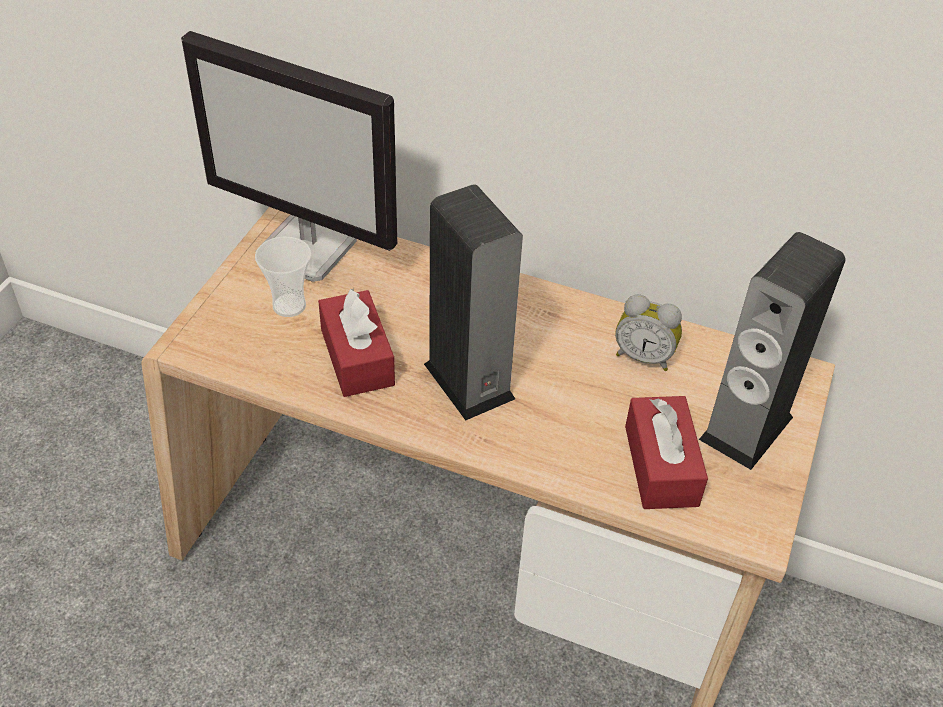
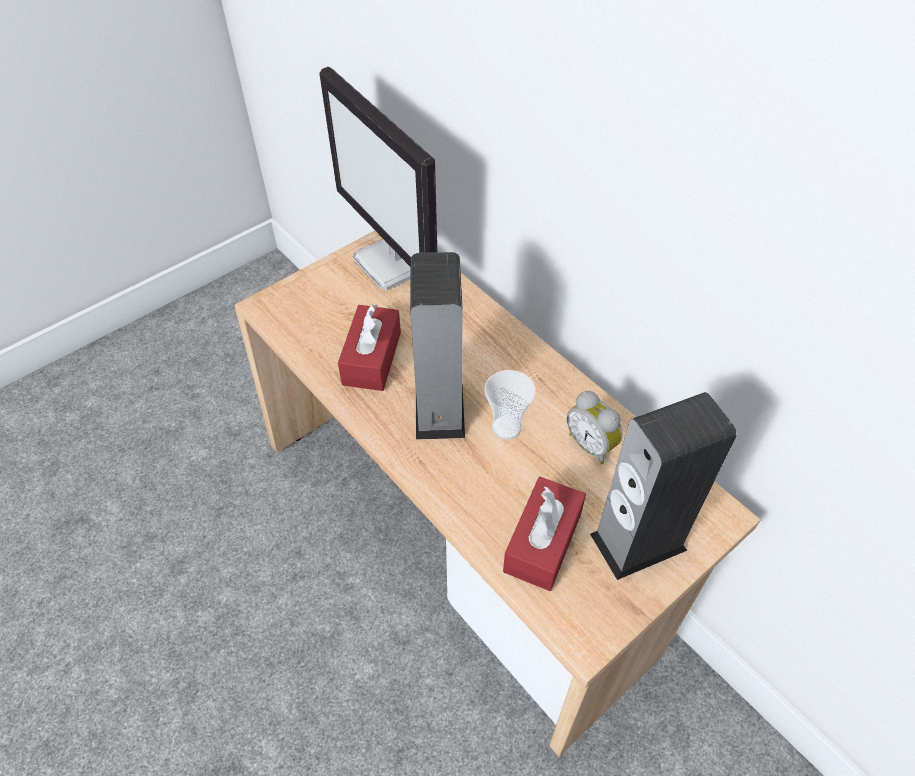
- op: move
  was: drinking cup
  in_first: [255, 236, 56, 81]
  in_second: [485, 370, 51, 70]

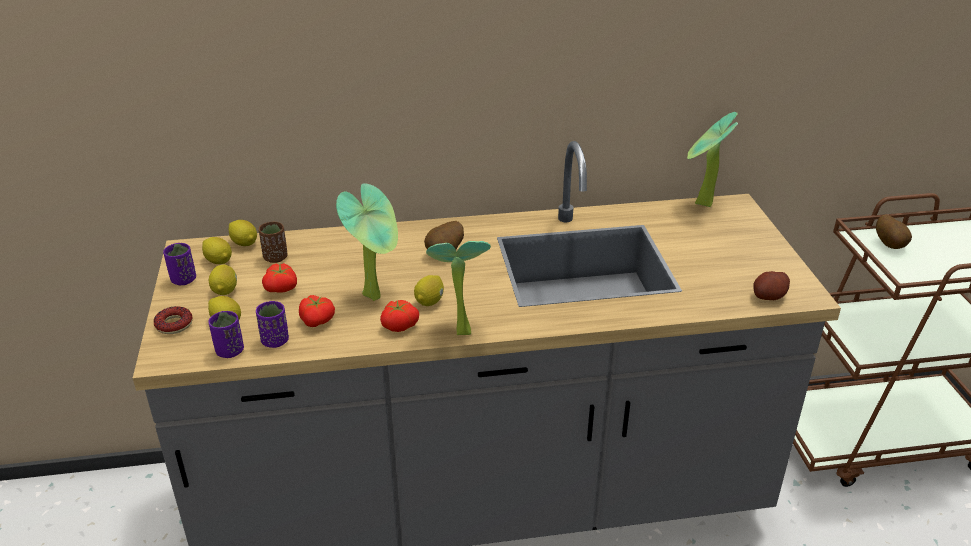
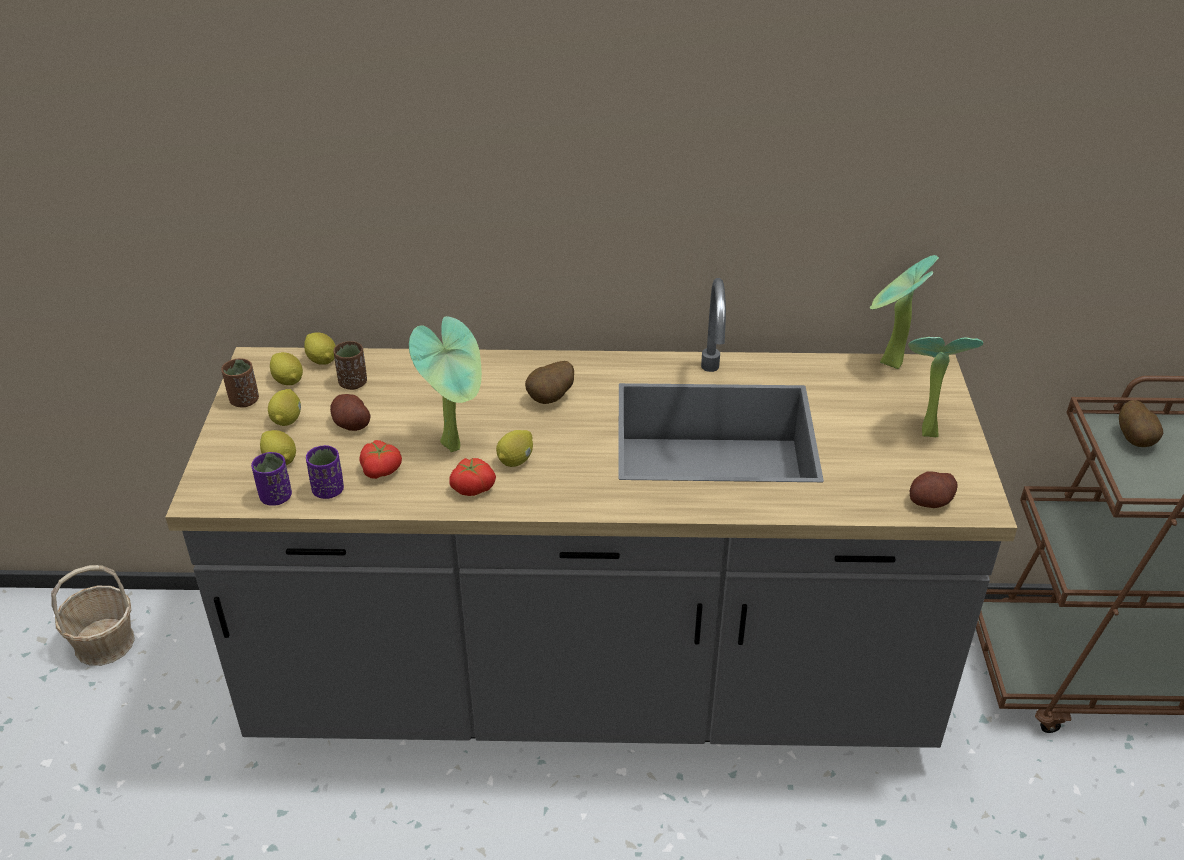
- op: delete
  was: doughnut
  in_first: [154, 306, 39, 28]
- op: insert
  now: basket
  in_second: [51, 565, 84, 101]
- op: move
  was: plant in a pot
  in_first: [426, 241, 65, 94]
  in_second: [908, 337, 75, 100]
- op: replace
  was: whole tomato
  now: potato
  in_first: [262, 263, 35, 30]
  in_second: [330, 394, 41, 37]
- op: recolor
  was: drinking cup (purplish)
  now: drinking cup (brownish)
  in_first: [163, 243, 33, 42]
  in_second: [221, 358, 38, 50]

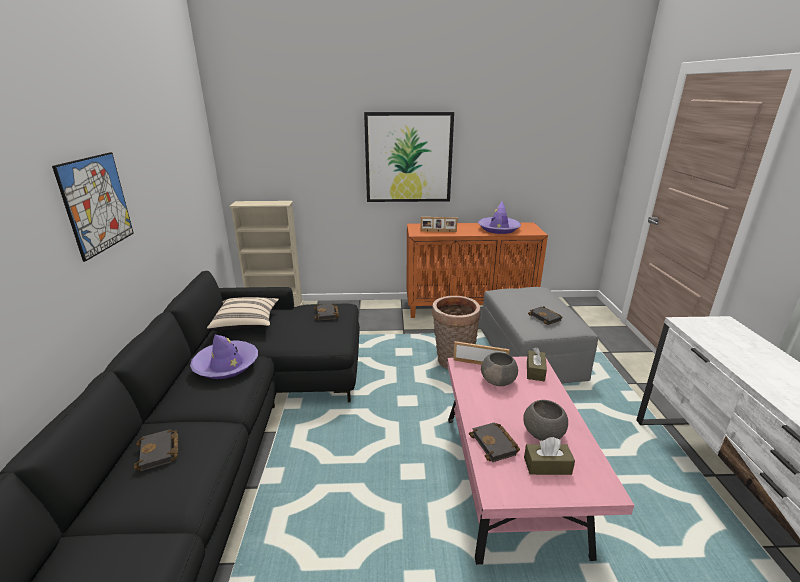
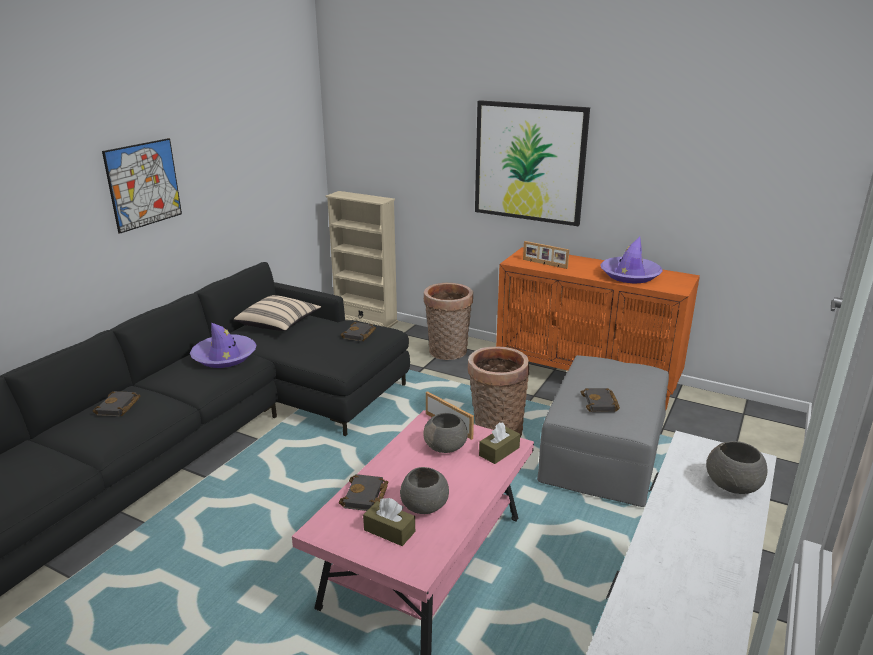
- op: insert
  now: basket
  in_second: [424, 283, 49, 77]
- op: insert
  now: serving bowl (greyish)
  in_second: [706, 441, 62, 53]

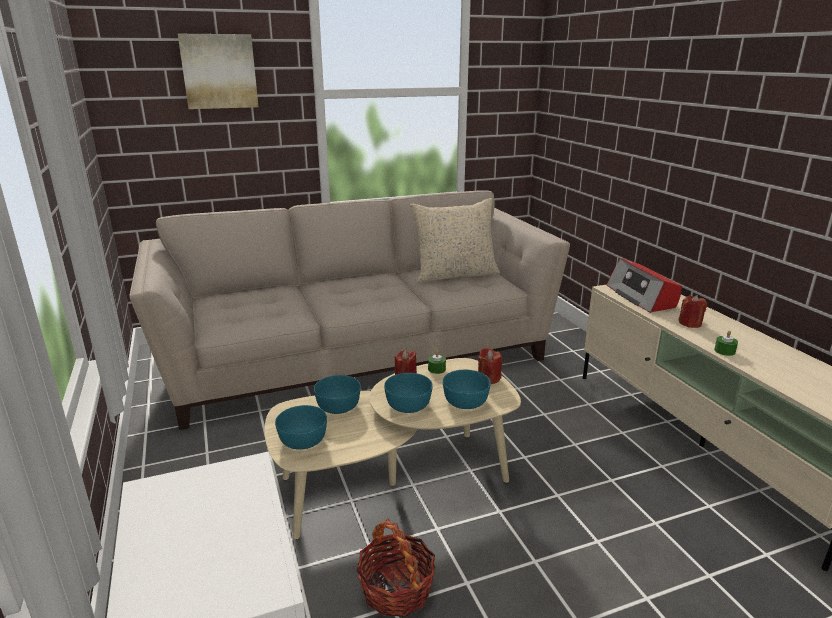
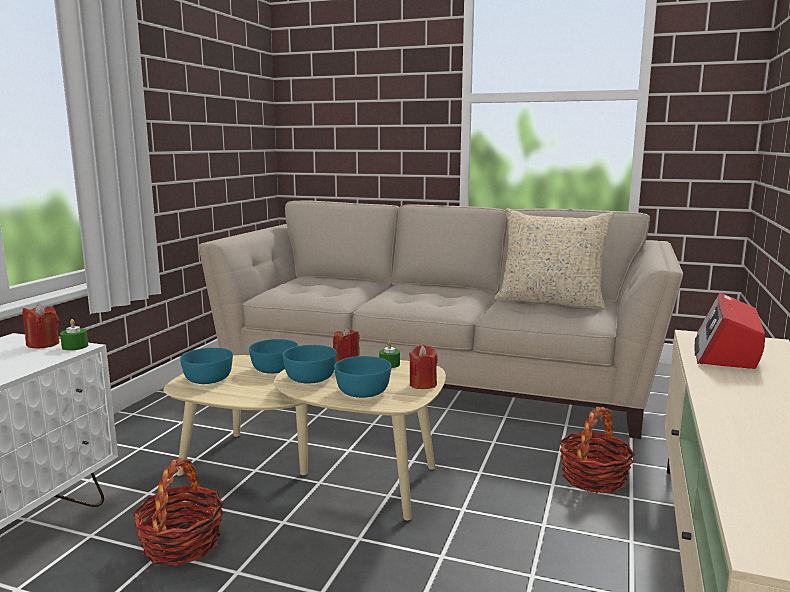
- op: delete
  was: picture
  in_first: [178, 34, 81, 75]
- op: insert
  now: basket
  in_second: [559, 407, 76, 86]
- op: move
  was: wax candle (reddish)
  in_first: [678, 295, 29, 33]
  in_second: [23, 303, 37, 46]
- op: move
  was: wax candle (greenish)
  in_first: [714, 331, 24, 25]
  in_second: [60, 319, 28, 32]

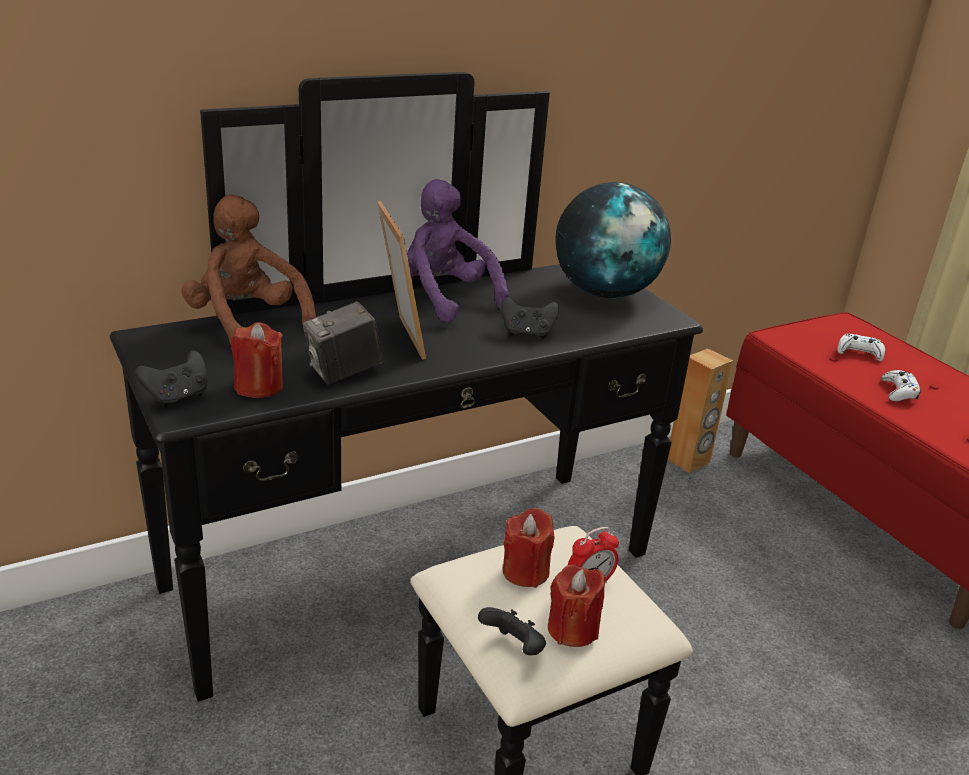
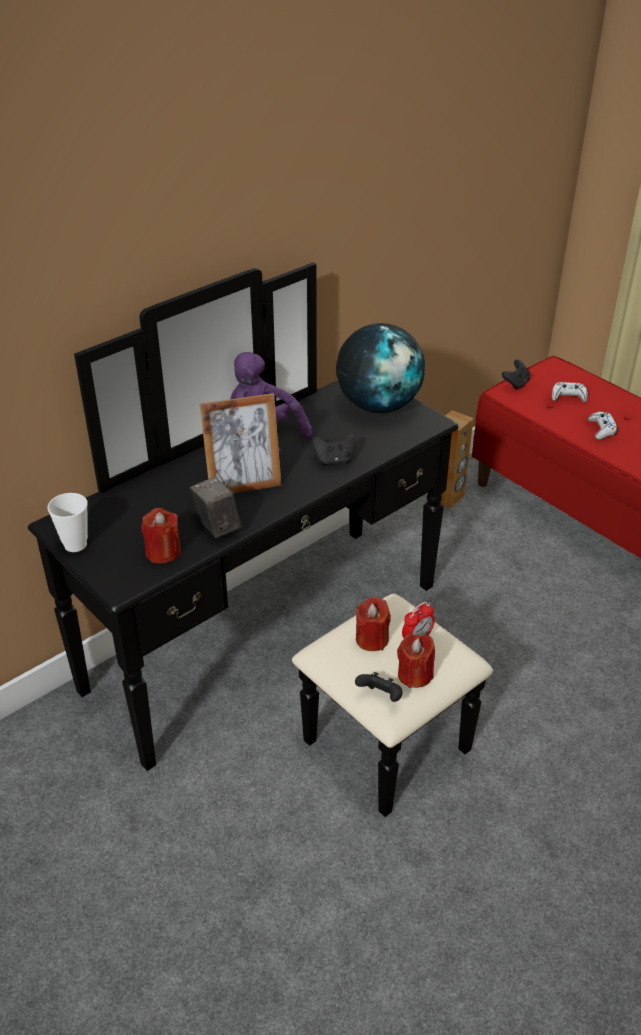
- op: delete
  was: cuddly toy (brownish)
  in_first: [181, 194, 135, 150]
- op: insert
  now: drinking cup
  in_second: [48, 493, 40, 59]
- op: move
  was: gamepad (black-coloured)
  in_first: [135, 350, 73, 57]
  in_second: [502, 360, 28, 30]
- op: rotate
  was: still camera
  in_first: [303, 301, 80, 83]
  in_second: [190, 477, 52, 61]
  clockwise: 105
- op: rotate
  was: photo frame
  in_first: [377, 201, 49, 159]
  in_second: [200, 393, 81, 100]
  clockwise: 105

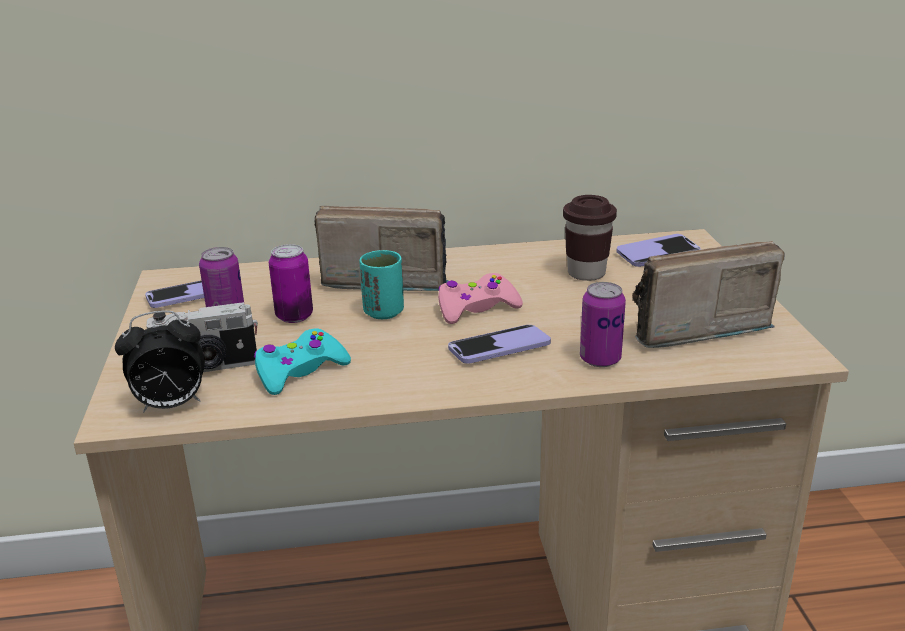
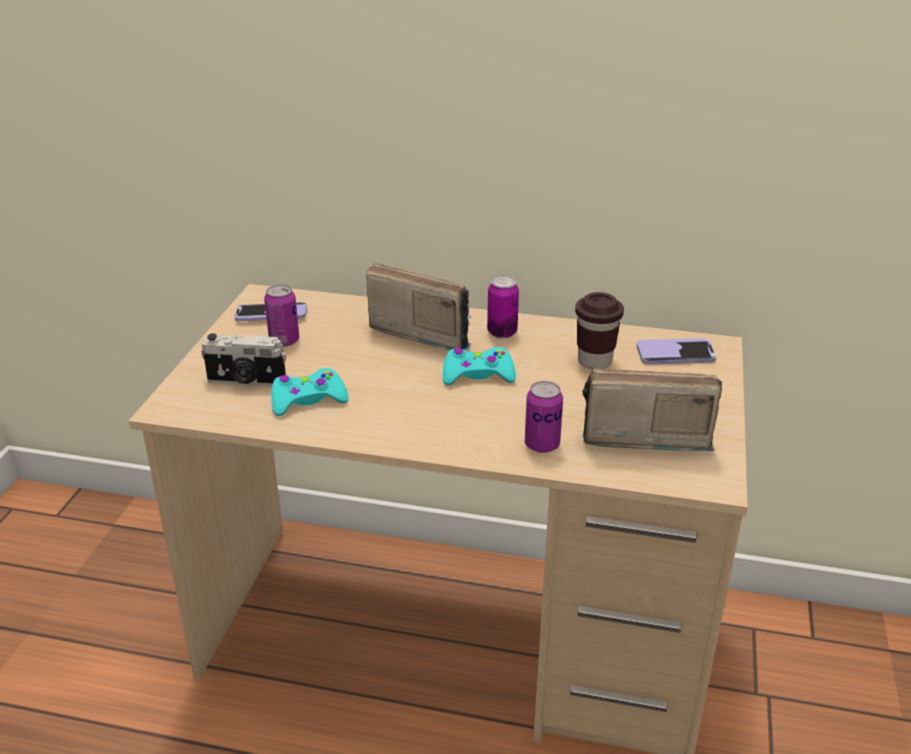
- op: delete
  was: table clock
  in_first: [115, 310, 90, 103]
- op: delete
  was: drinking cup (blue-green)
  in_first: [359, 250, 45, 69]
- op: delete
  was: telephone
  in_first: [448, 325, 103, 39]
- op: move
  was: metal can
  in_first: [269, 244, 44, 79]
  in_second: [487, 276, 32, 62]
- op: recolor
  was: gamepad (pinkish)
  now: gamepad (blue-green)
  in_first: [438, 273, 85, 51]
  in_second: [443, 347, 73, 38]

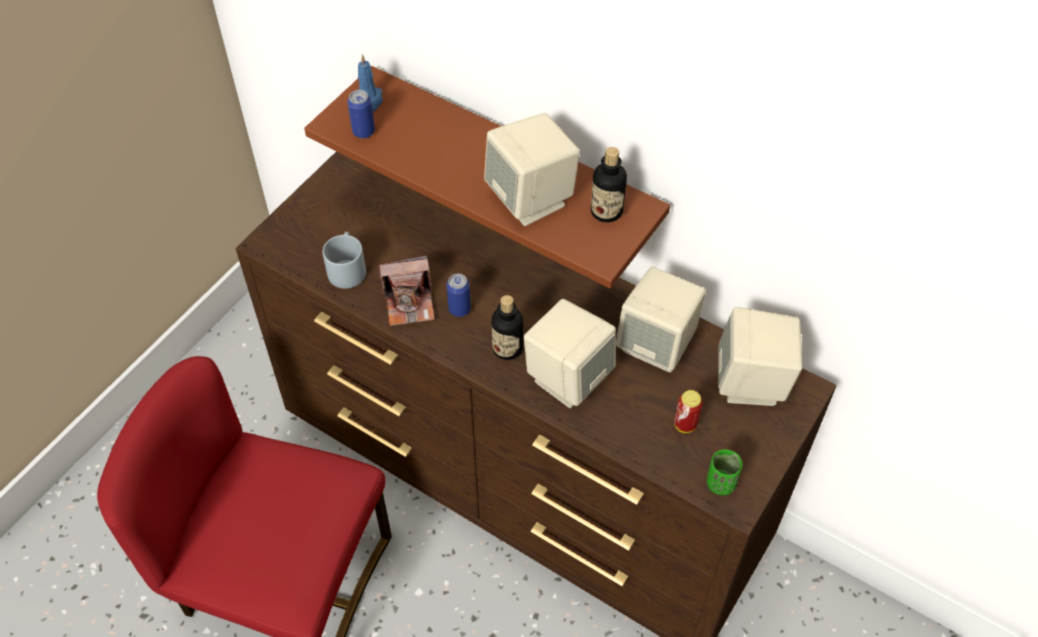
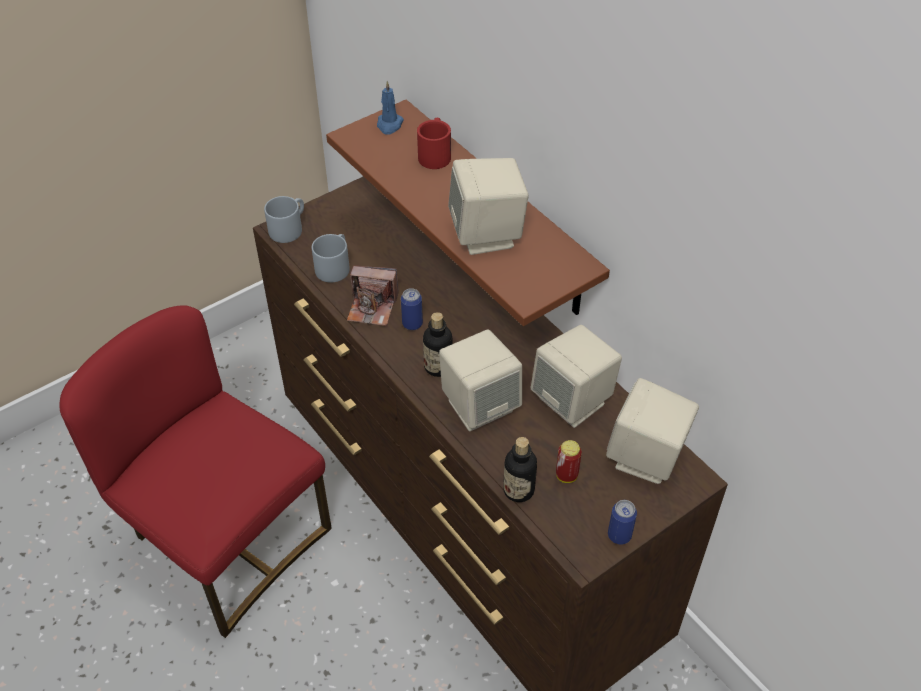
- op: delete
  was: drinking cup (greenish)
  in_first: [707, 449, 36, 46]
- op: insert
  now: mug (greyish)
  in_second: [264, 196, 40, 47]
- op: insert
  now: mug (reddish)
  in_second: [417, 117, 34, 52]
- op: move
  was: metal can
  in_first: [347, 90, 28, 48]
  in_second: [608, 500, 29, 45]
- op: move
  was: bottle
  in_first: [591, 147, 36, 76]
  in_second: [503, 437, 34, 65]

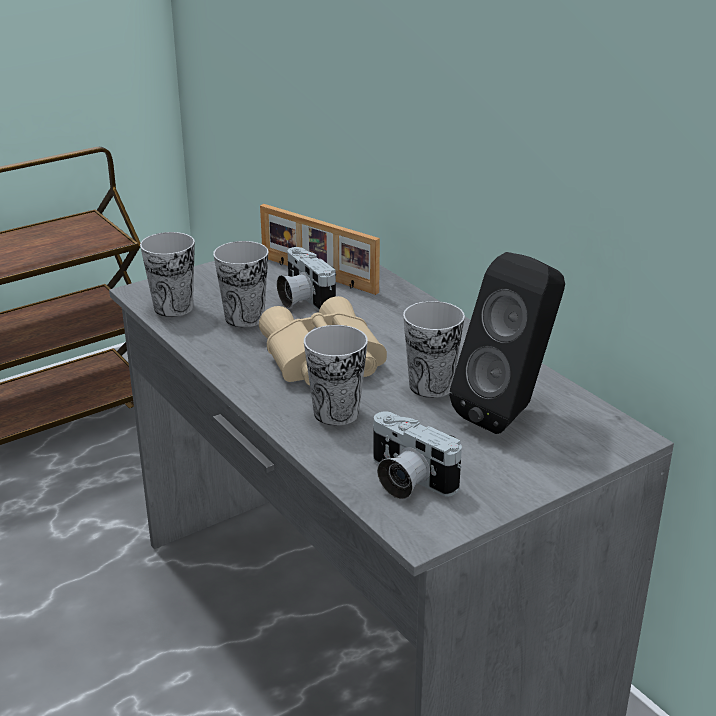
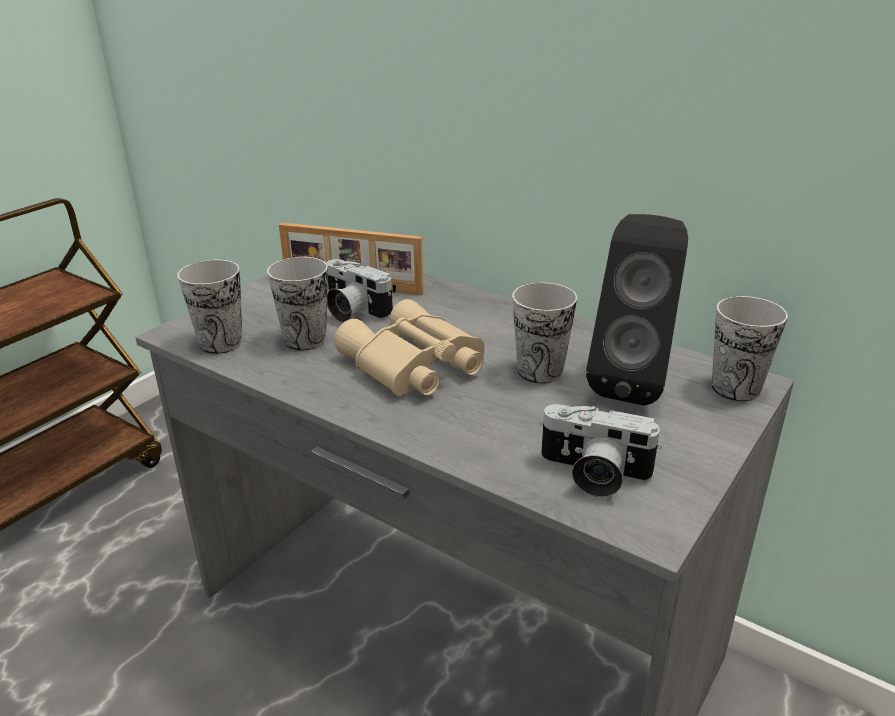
- op: move
  was: drinking cup
  in_first: [304, 325, 64, 101]
  in_second: [712, 296, 76, 105]

